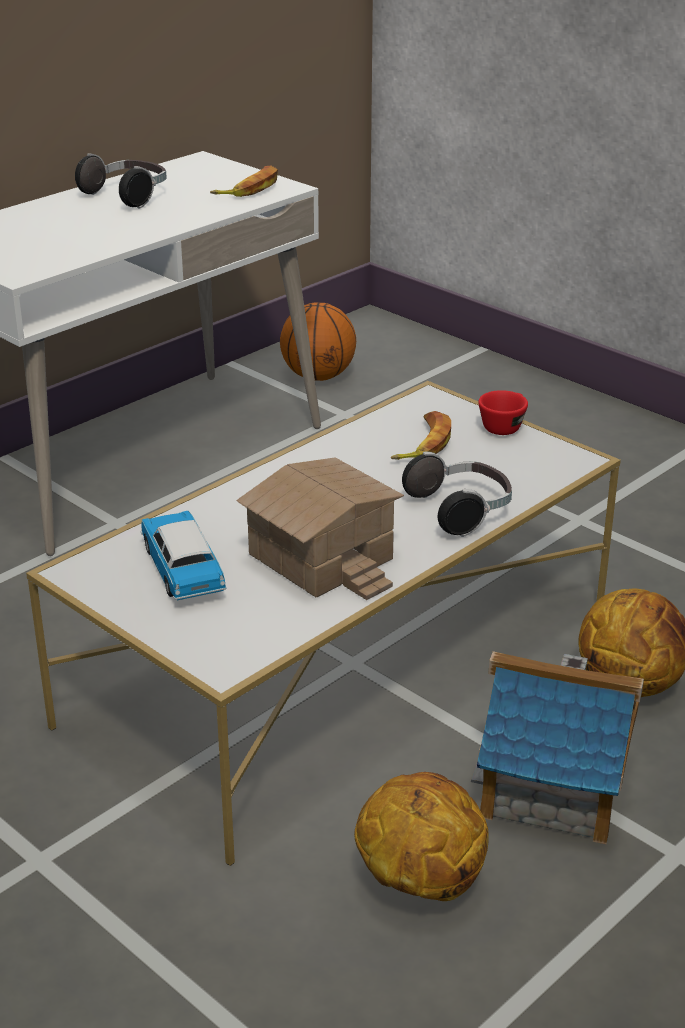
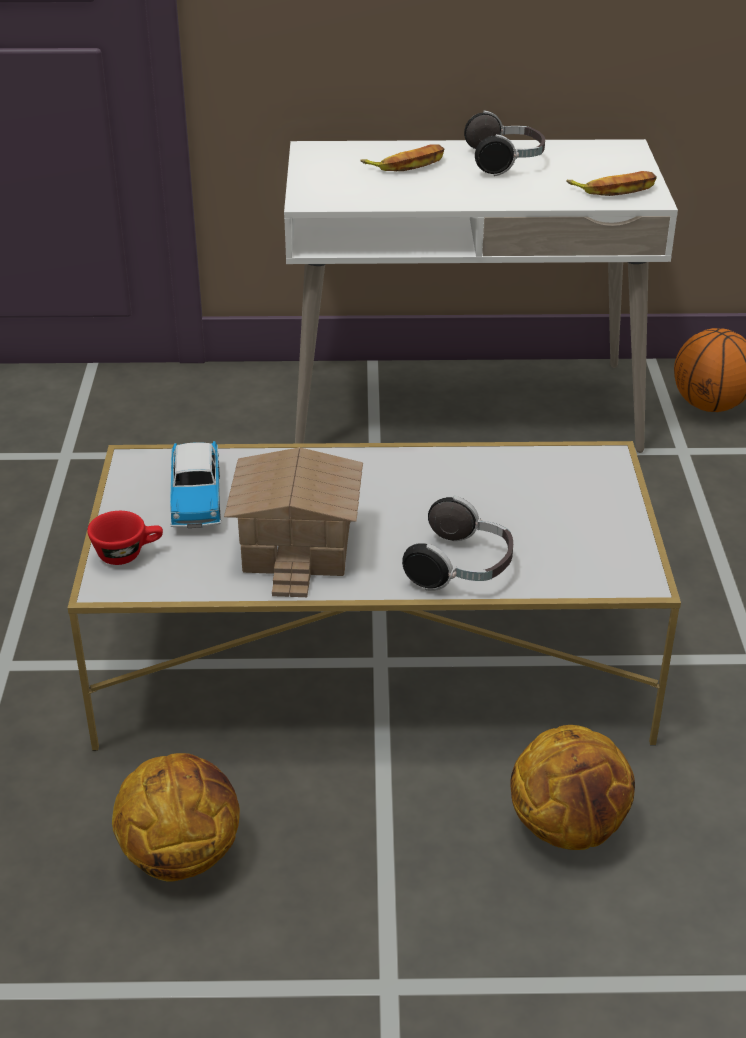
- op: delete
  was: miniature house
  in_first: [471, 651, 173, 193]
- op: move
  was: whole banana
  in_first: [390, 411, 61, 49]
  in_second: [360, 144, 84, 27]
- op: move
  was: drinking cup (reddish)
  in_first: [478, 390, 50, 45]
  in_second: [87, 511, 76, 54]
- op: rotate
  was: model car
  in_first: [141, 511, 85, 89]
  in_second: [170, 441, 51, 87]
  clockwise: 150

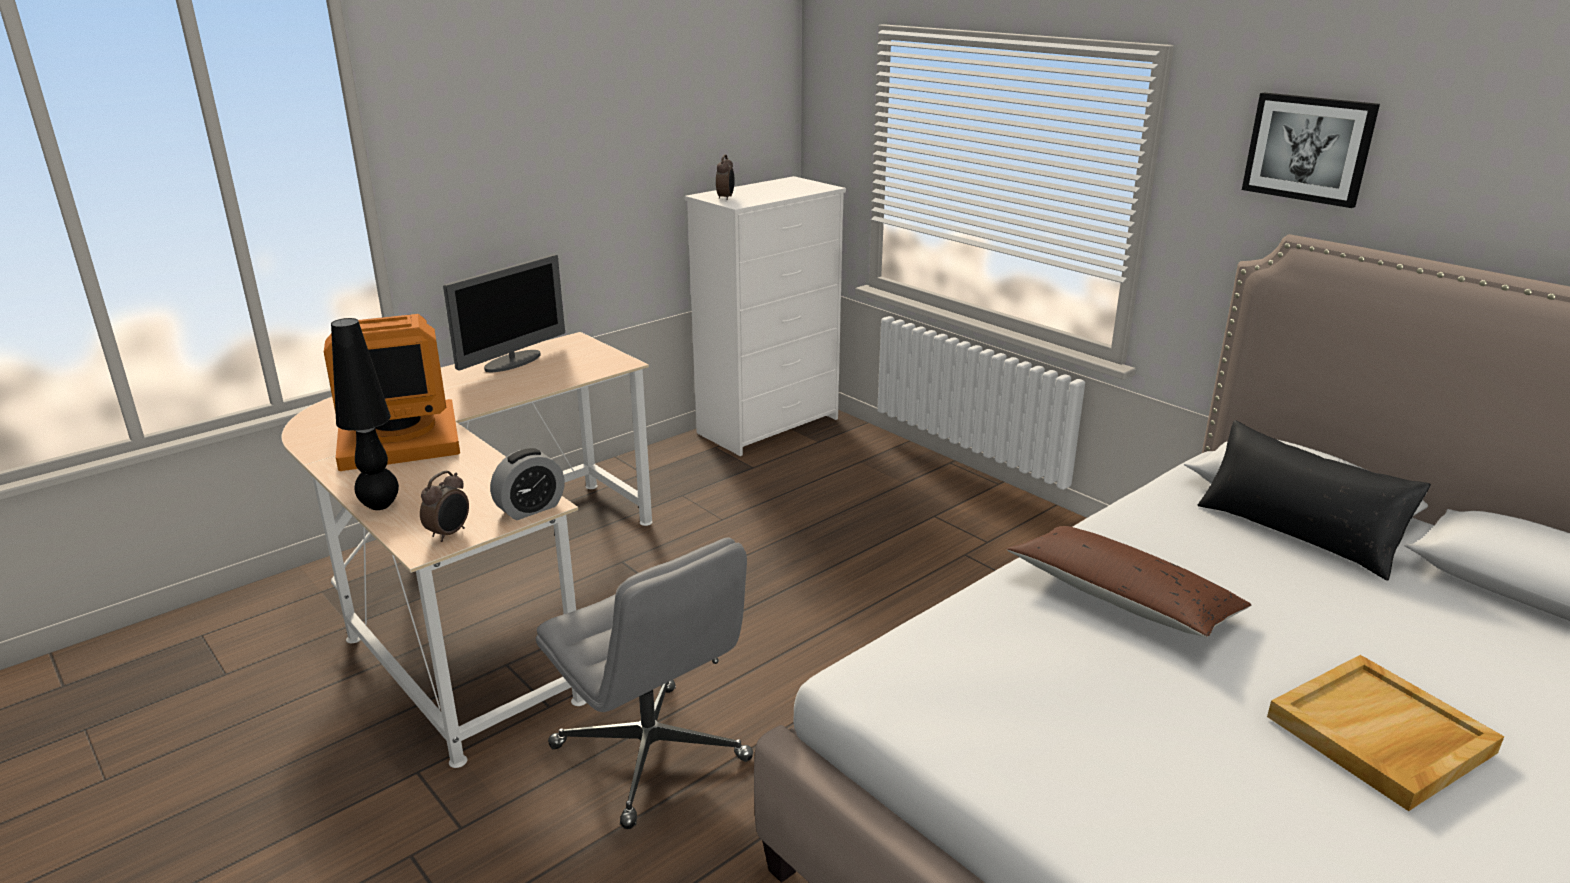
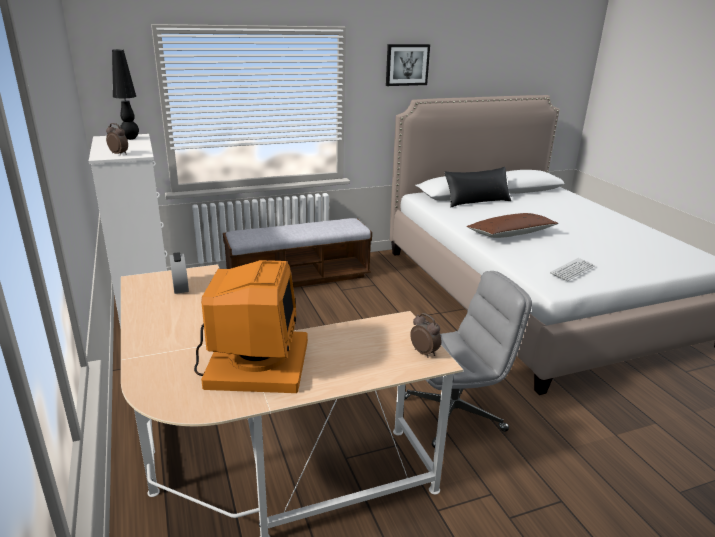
- op: delete
  was: computer display
  in_first: [443, 254, 122, 118]
- op: delete
  was: tray (beige-coloured)
  in_first: [1267, 655, 237, 156]
- op: insert
  now: long seat
  in_second: [223, 218, 149, 70]
- op: insert
  now: keyboard
  in_second: [550, 258, 44, 23]
- op: move
  was: lamp for a table (black-coloured)
  in_first: [331, 318, 68, 192]
  in_second: [112, 49, 27, 91]
- op: move
  was: table clock
  in_first: [490, 448, 75, 72]
  in_second: [170, 252, 19, 42]

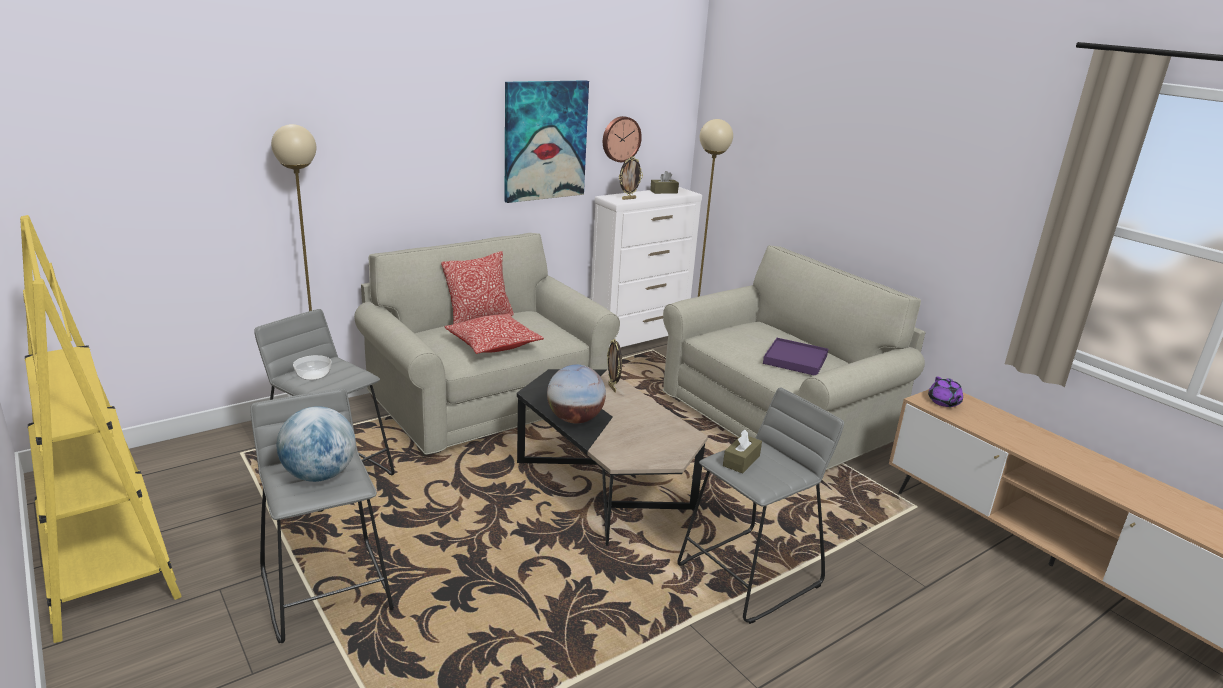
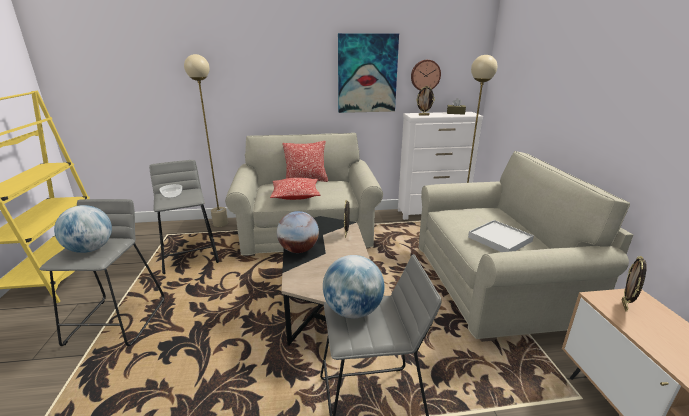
- op: replace
  was: tissue box (brownish)
  now: world globe
  in_first: [723, 429, 39, 45]
  in_second: [323, 255, 62, 63]
- op: replace
  was: teapot (purplish)
  now: photo frame
  in_first: [928, 377, 35, 30]
  in_second: [622, 256, 25, 56]
- op: recolor
  was: tray (purplish)
  now: tray (white-coloured)
  in_first: [763, 338, 65, 38]
  in_second: [468, 220, 66, 32]

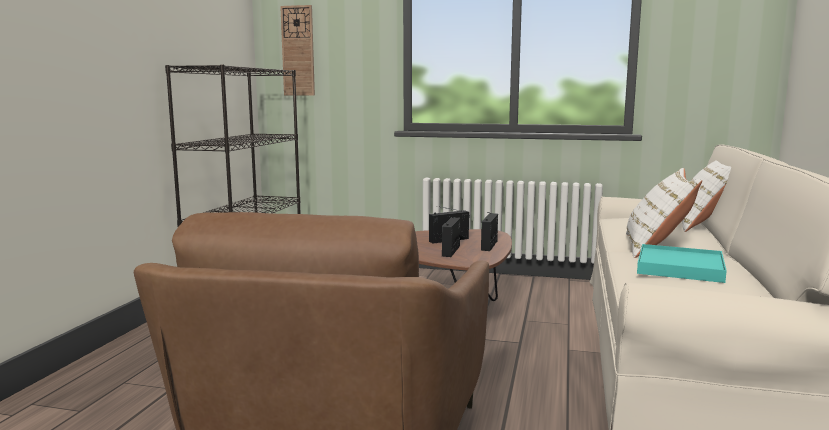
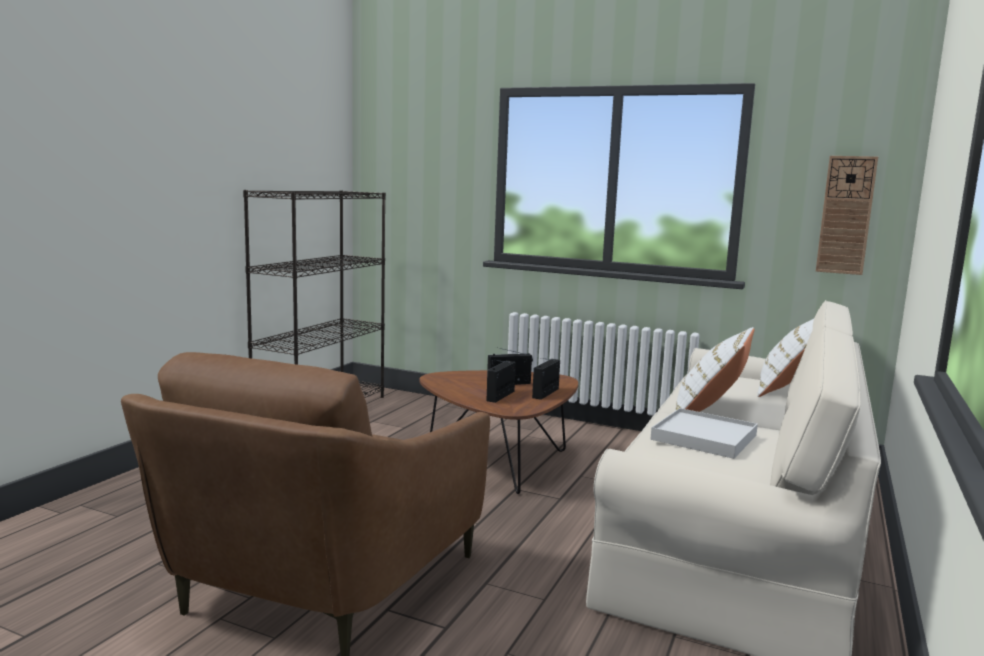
- op: move
  was: clock on the wall
  in_first: [280, 5, 35, 91]
  in_second: [816, 156, 62, 119]
- op: recolor
  was: tray (blue-green)
  now: tray (white-coloured)
  in_first: [637, 244, 90, 39]
  in_second: [650, 408, 108, 51]

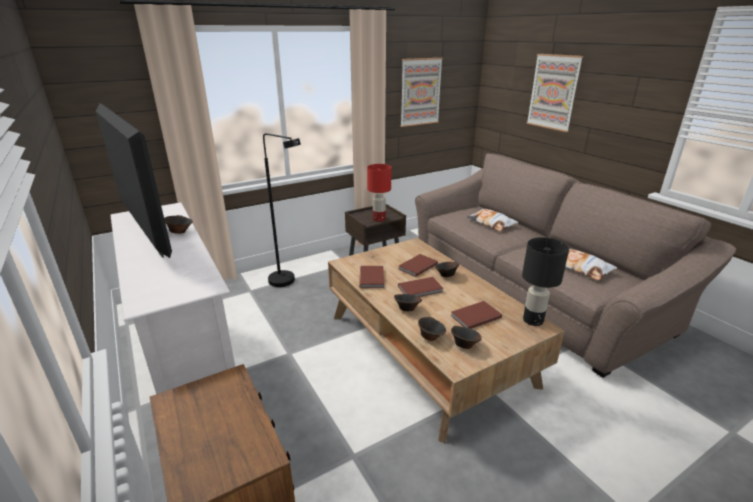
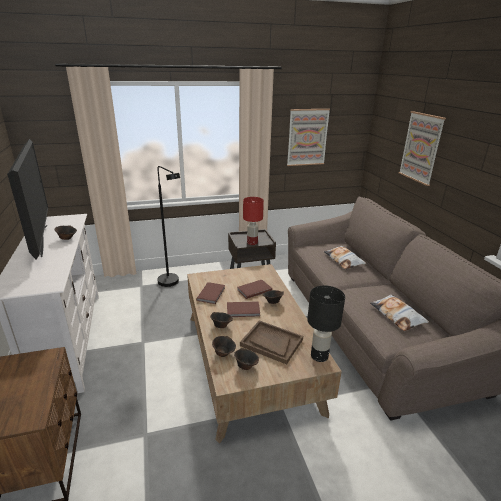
- op: replace
  was: book (brownish)
  now: tray (brownish)
  in_first: [451, 301, 51, 28]
  in_second: [240, 320, 63, 45]

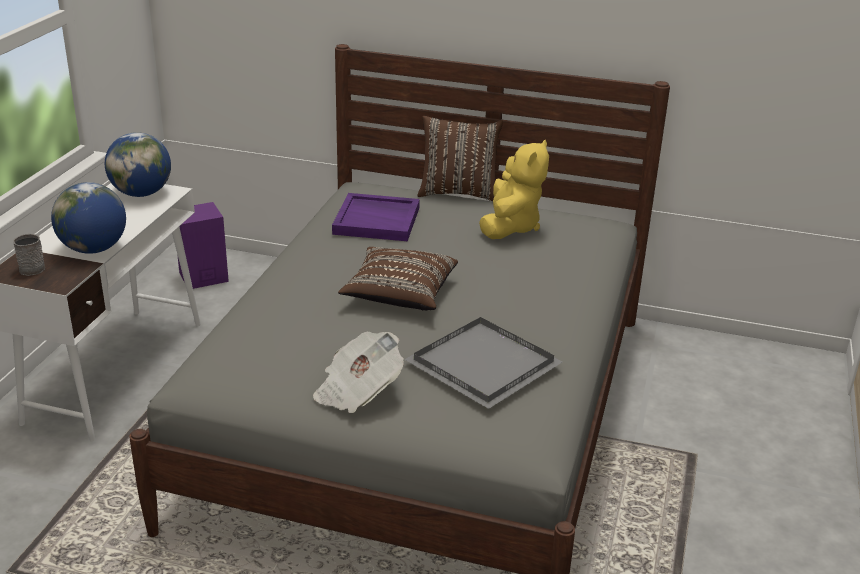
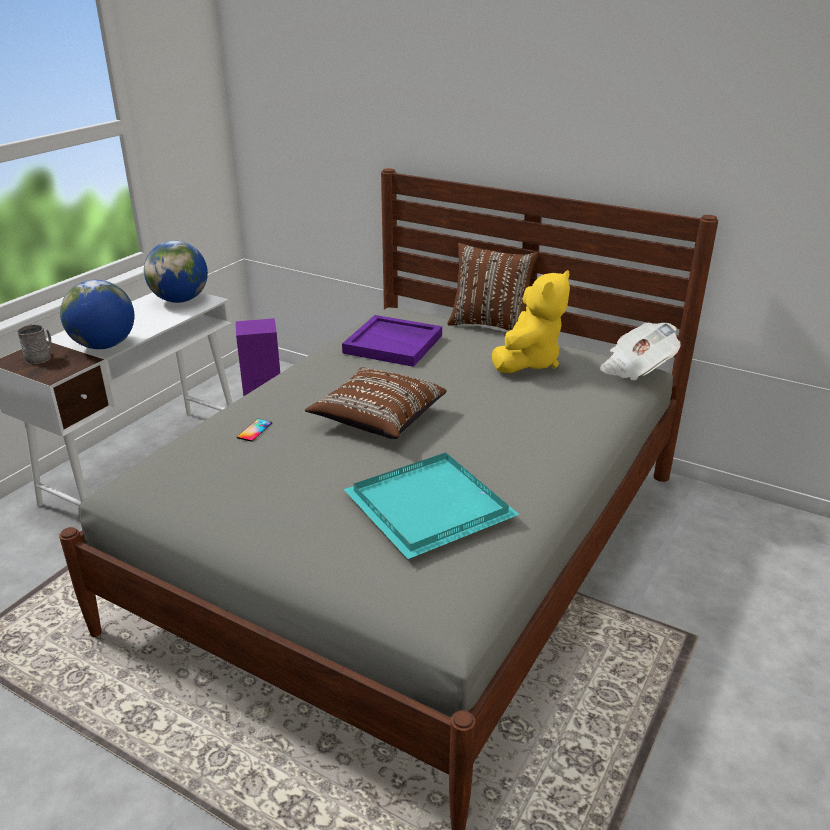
- op: insert
  now: telephone
  in_second: [237, 419, 35, 23]
- op: move
  was: newspaper
  in_first: [313, 332, 91, 81]
  in_second: [600, 323, 81, 57]
- op: recolor
  was: tray (greyish)
  now: tray (blue-green)
  in_first: [404, 317, 159, 92]
  in_second: [344, 452, 176, 107]

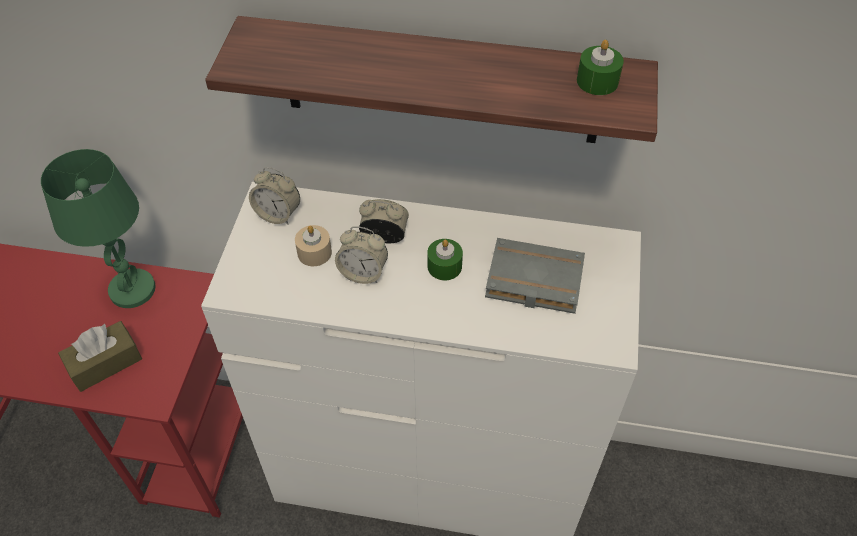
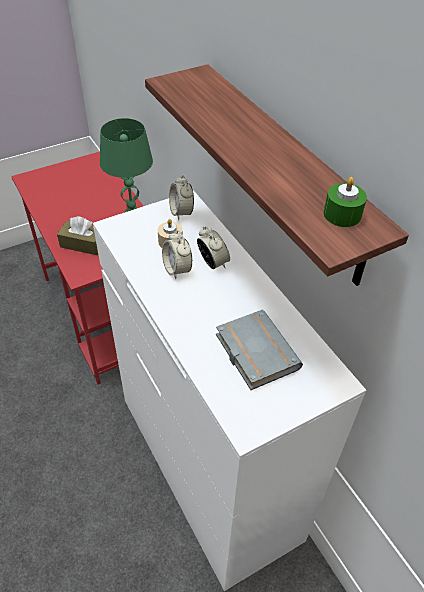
- op: delete
  was: wax candle (greenish)
  in_first: [427, 239, 36, 41]

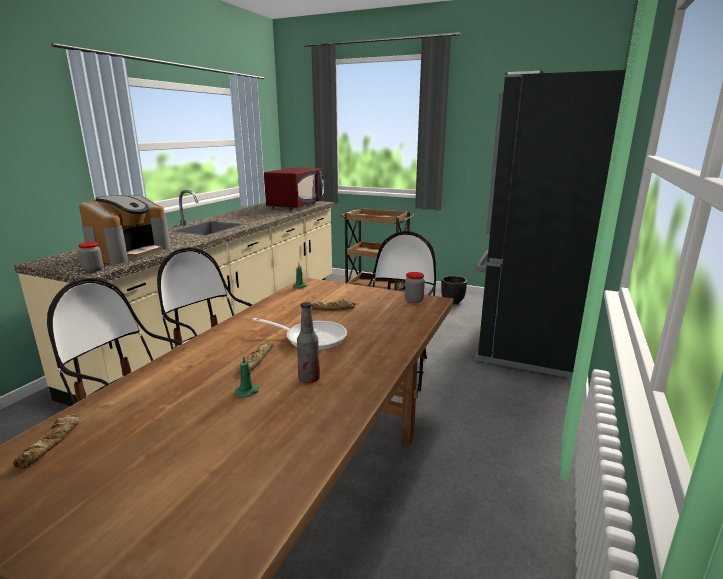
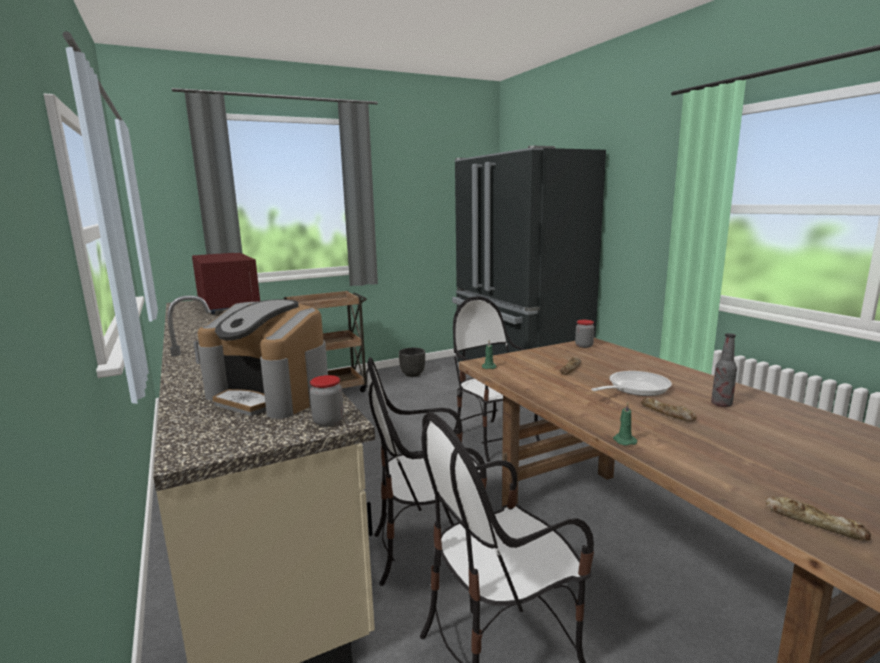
- op: move
  was: wax candle (greenish)
  in_first: [235, 355, 25, 43]
  in_second: [613, 402, 24, 44]
- op: rotate
  was: coffee machine
  in_first: [79, 195, 91, 69]
  in_second: [198, 299, 130, 120]
  clockwise: 150

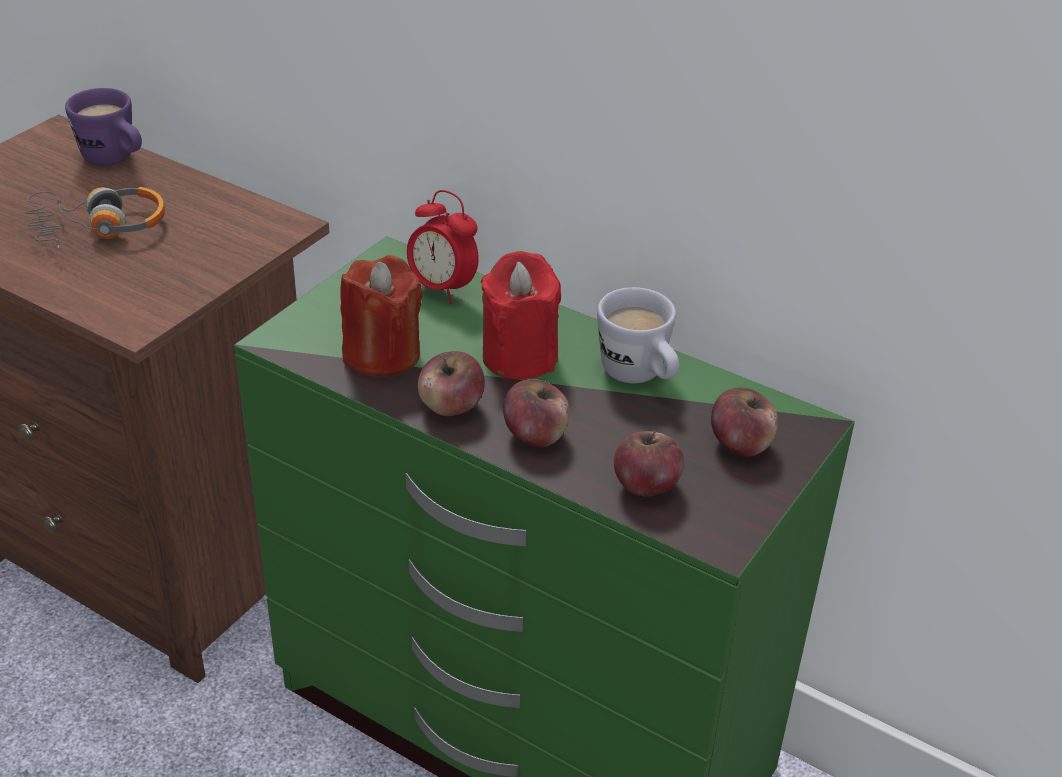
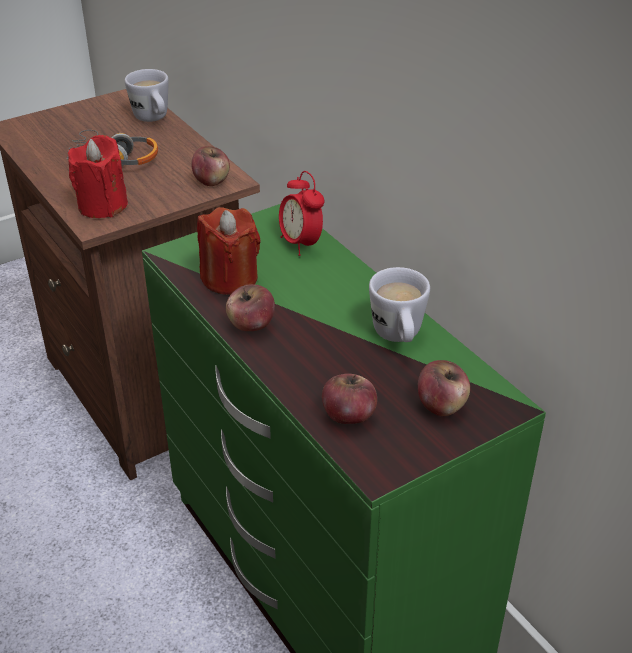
- op: move
  was: wax candle (reddish)
  in_first: [481, 251, 80, 129]
  in_second: [68, 135, 60, 83]
- op: move
  was: apple fruit
  in_first: [503, 379, 67, 68]
  in_second: [192, 146, 38, 40]
- op: recolor
  was: mug (purplish)
  now: mug (white-coloured)
  in_first: [65, 88, 77, 78]
  in_second: [125, 69, 44, 53]

